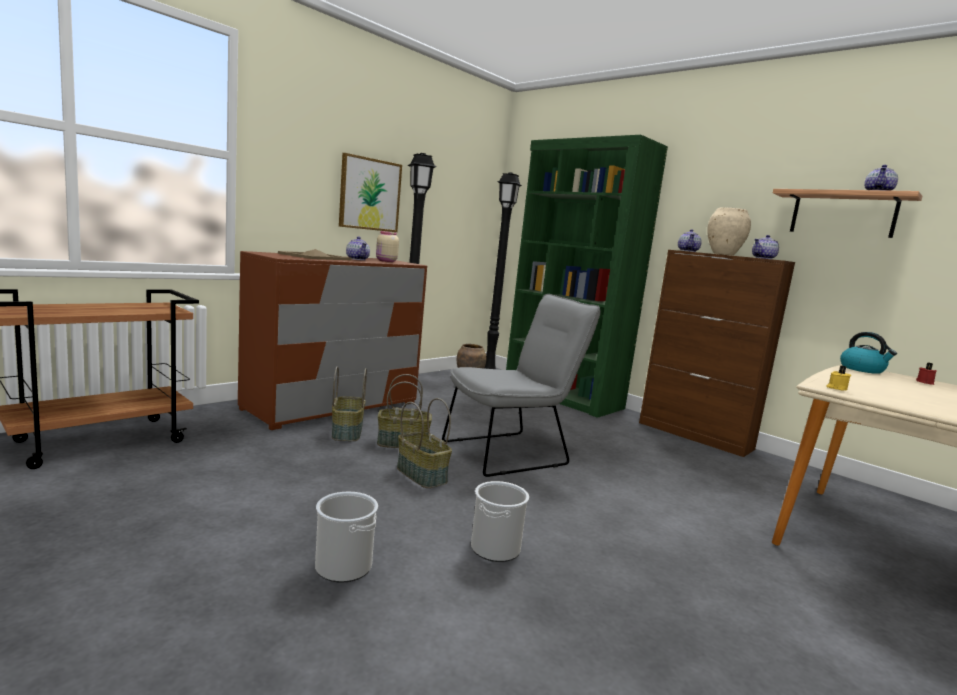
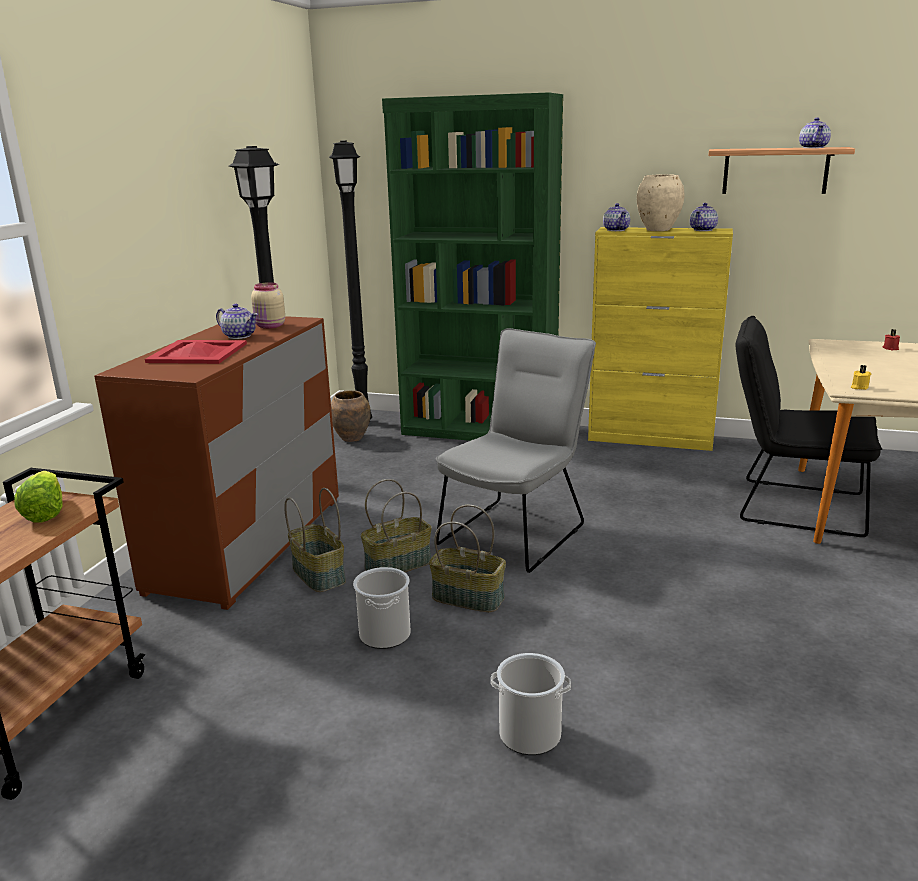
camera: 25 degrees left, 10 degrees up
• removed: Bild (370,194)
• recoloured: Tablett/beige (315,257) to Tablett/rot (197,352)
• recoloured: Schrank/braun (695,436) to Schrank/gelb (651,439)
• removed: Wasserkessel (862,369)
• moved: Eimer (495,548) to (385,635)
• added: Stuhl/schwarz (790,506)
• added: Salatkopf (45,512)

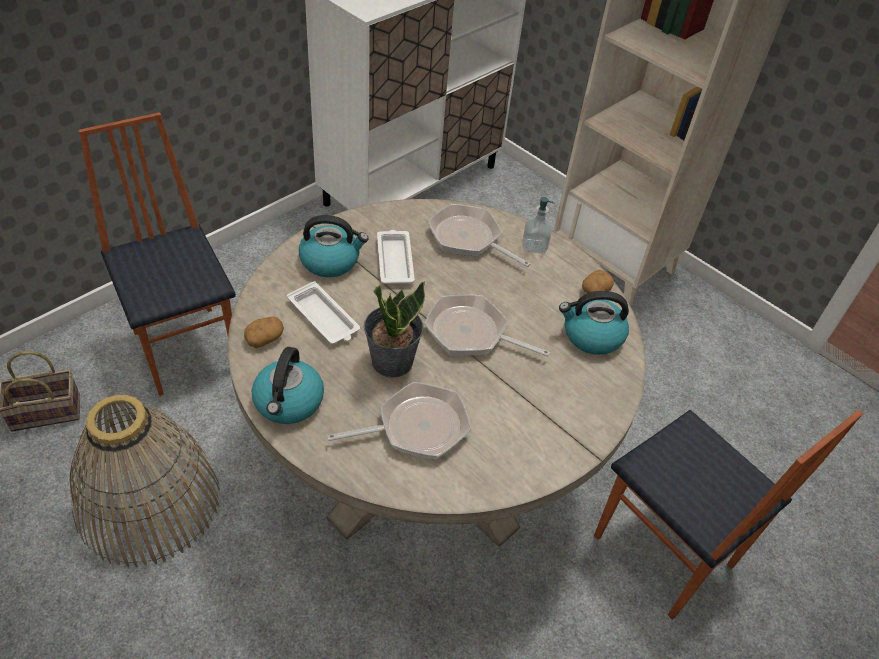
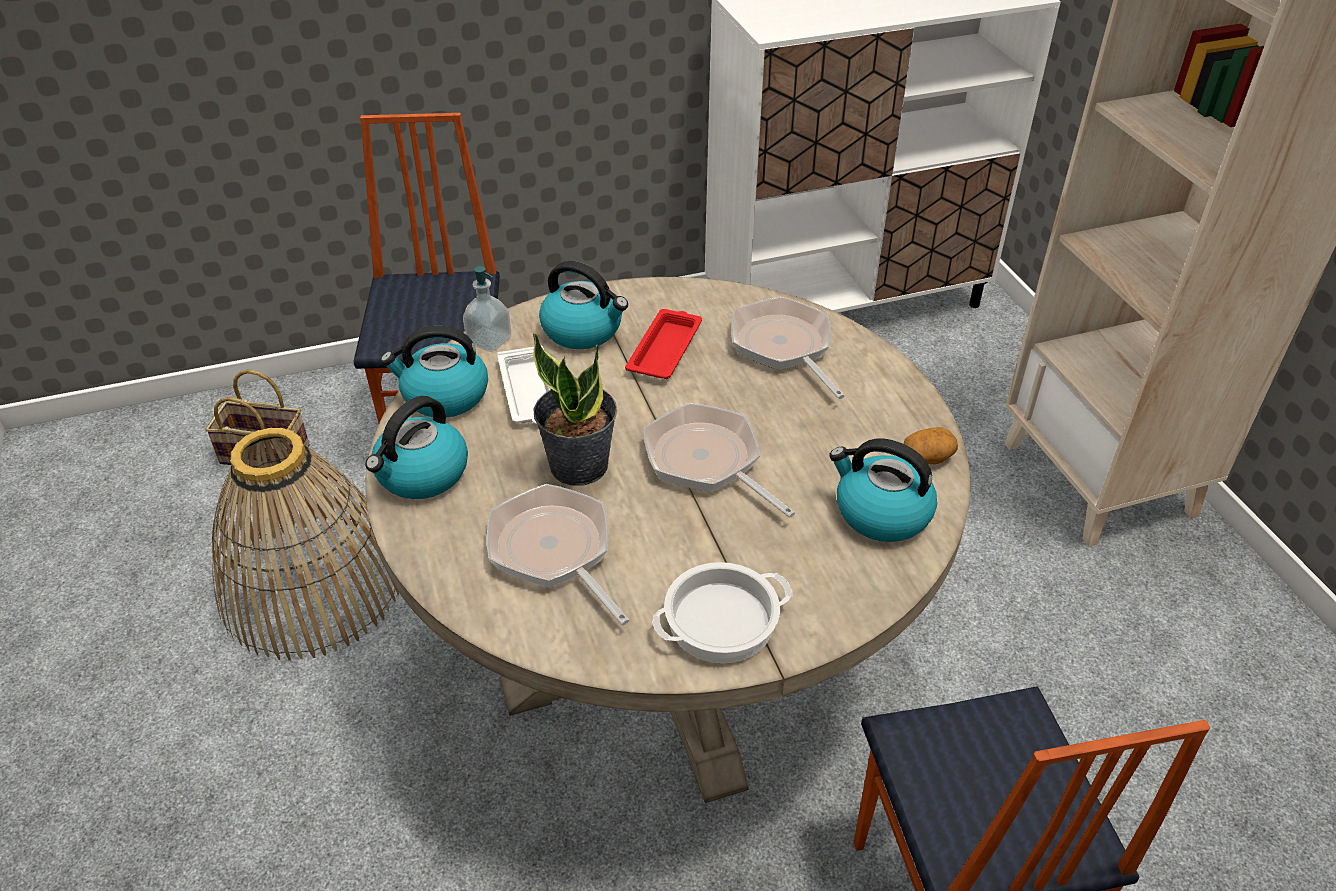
camera: 30 degrees right, 5 degrees down
• moved: Seifenspender (534,246) to (489,341)
• recoloured: Tablett/weiß (395,260) to Tablett/rot (665,349)
• replaced: Kartoffel (264,338) to Wasserkessel (444,396)
• turned: Pfanne (416,427) = (554,551) 135 degrees counterclockwise
• added: Kochtopf (721,622)

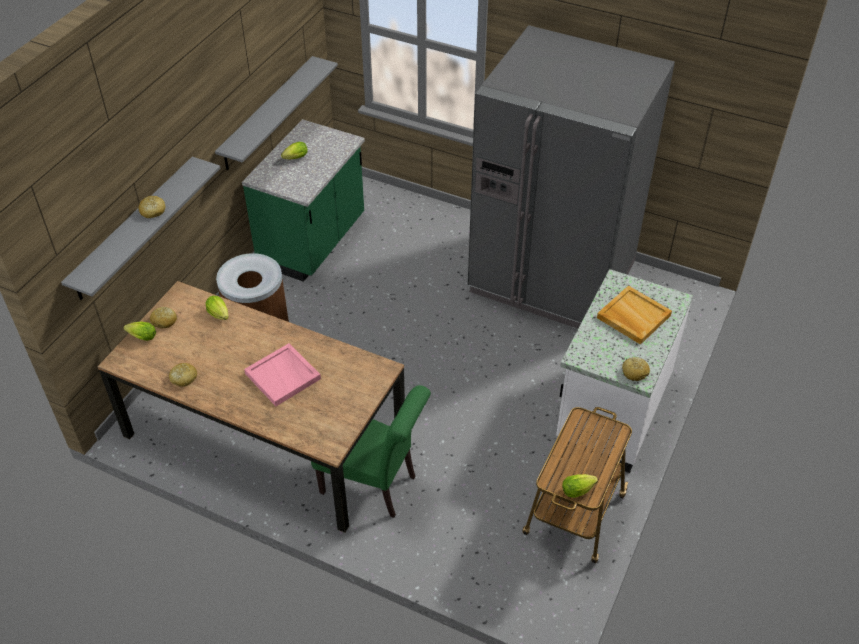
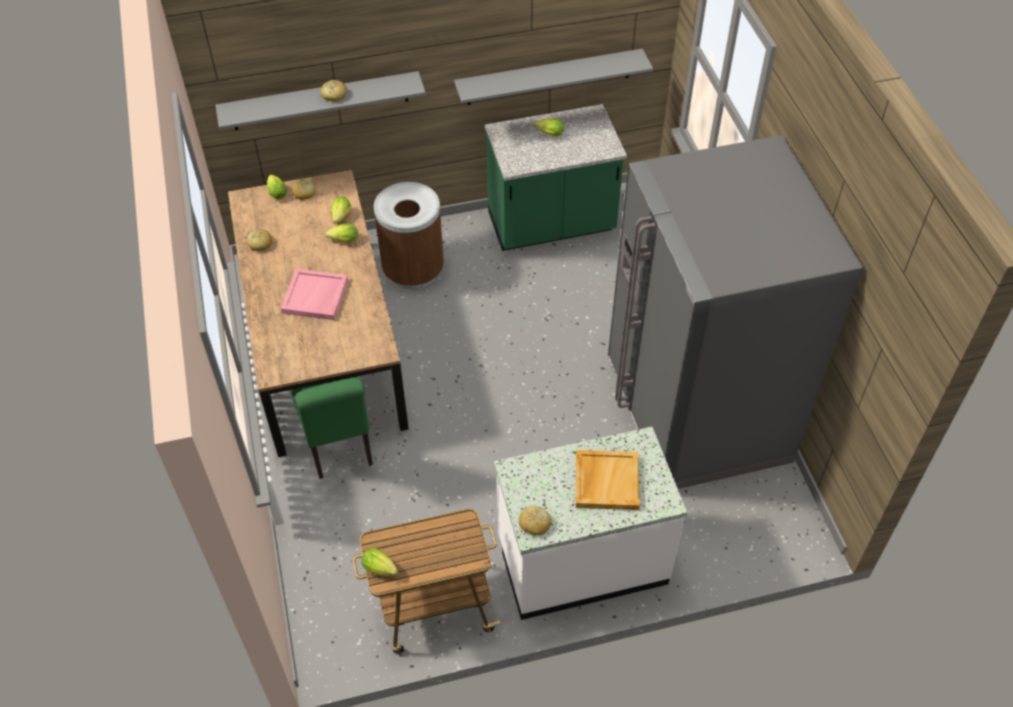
camera: 50 degrees right, 5 degrees up
• added: Salatkopf (342,240)

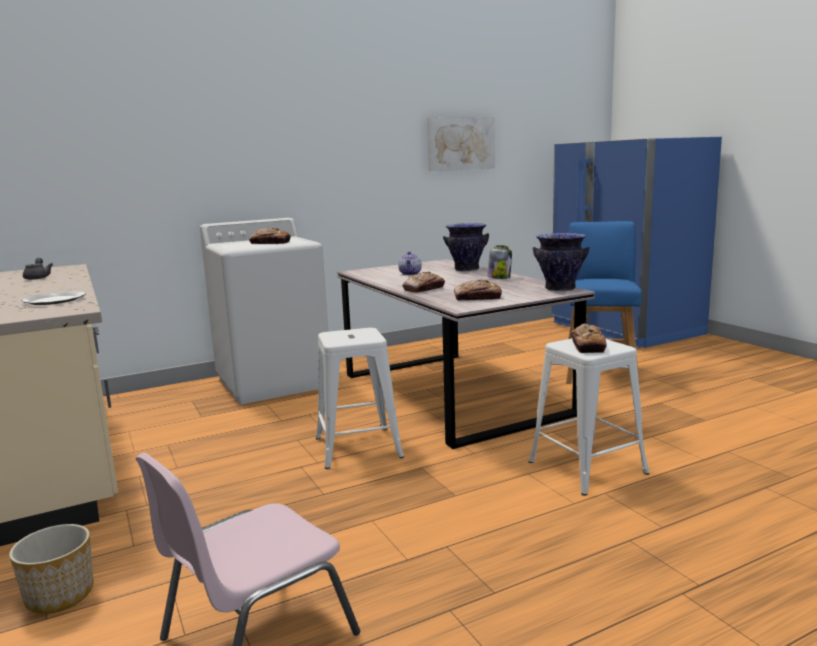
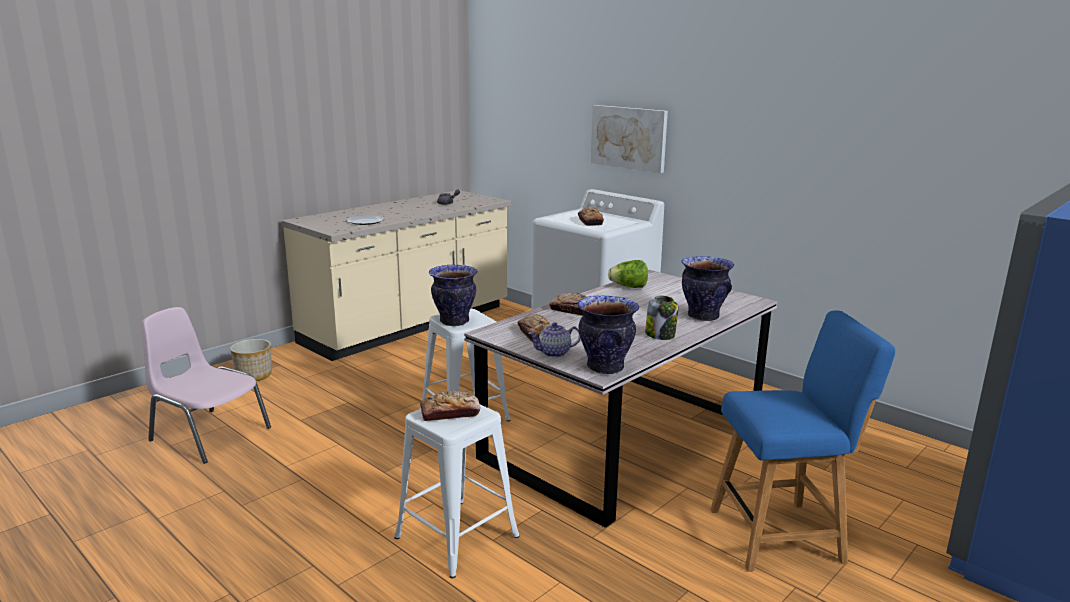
camera: 70 degrees right, 5 degrees up
• moved: Bild (460,143) to (629,137)
• moved: Teekanne (410,274) to (554,353)
• added: Salatkopf (629,287)
• added: Vase (454,321)

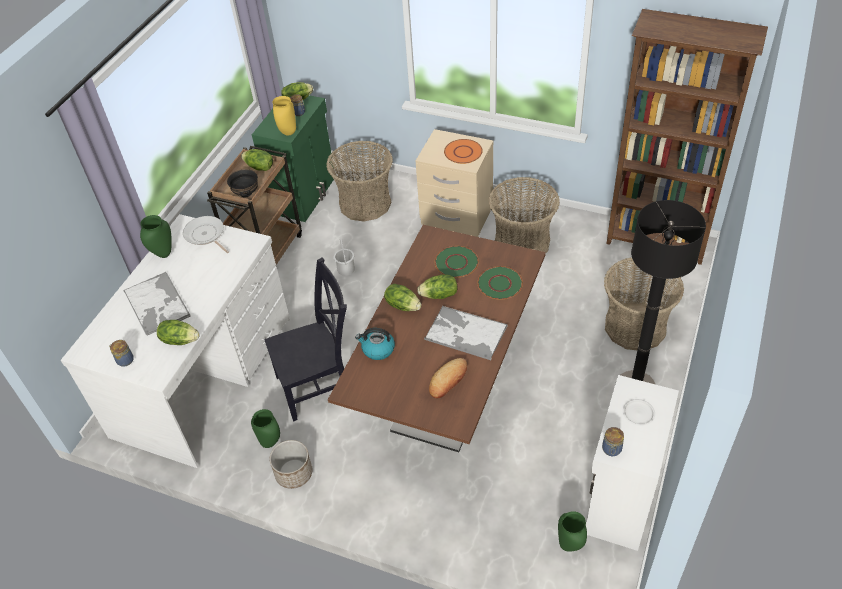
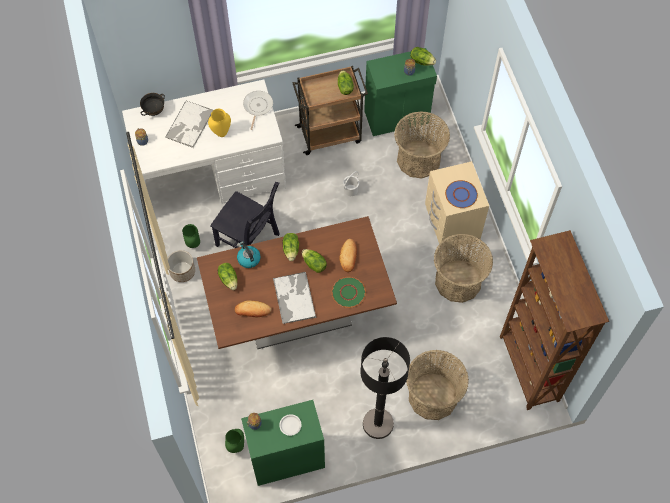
camera: 50 degrees right, 15 degrees up
• moved: Vase/gelb (288,133) to (221,133)
• recoloured: Teller/orange (463,152) to Teller/blau (461,194)
• moved: Schüssel/schwarz (246,193) to (154,111)
• removed: Vase/grün (164,254)
• replaced: Teller/grün (456,262) to Brot (348,256)
• moved: Salatkopf (180,340) to (229,279)
• recoloured: Schrank/weiß (619,500) to Schrank/grün (286,458)

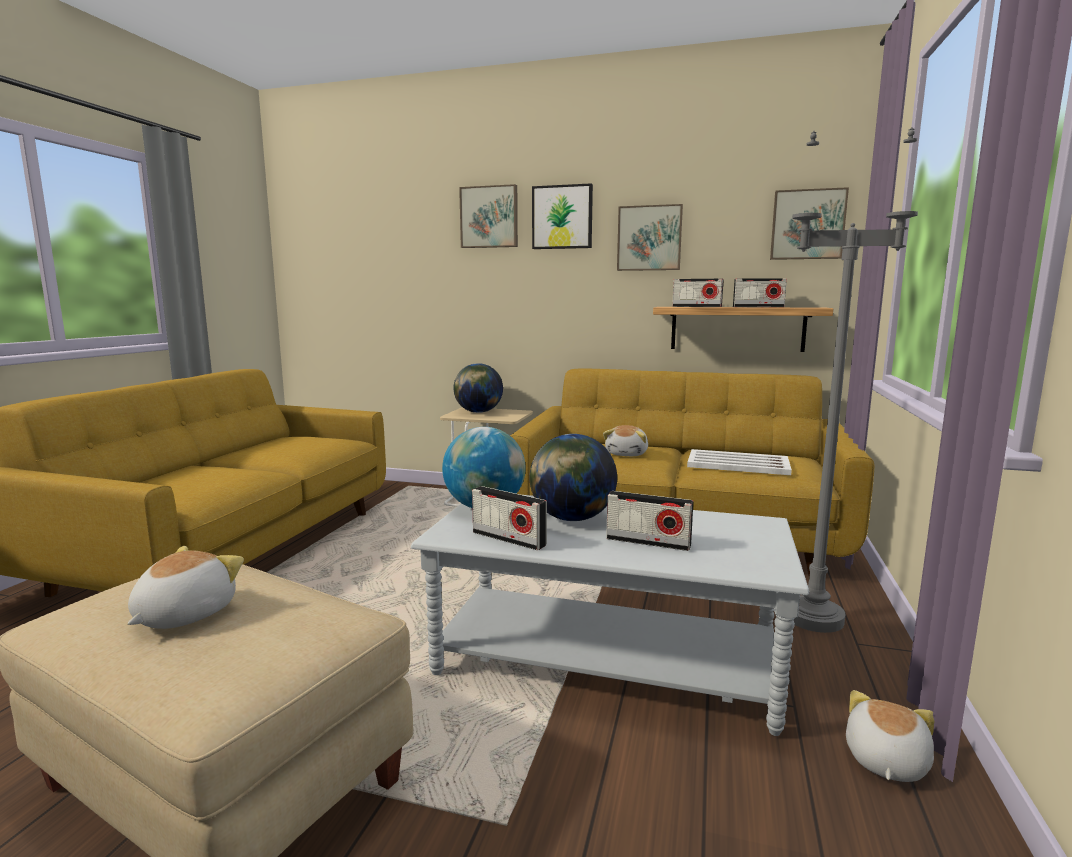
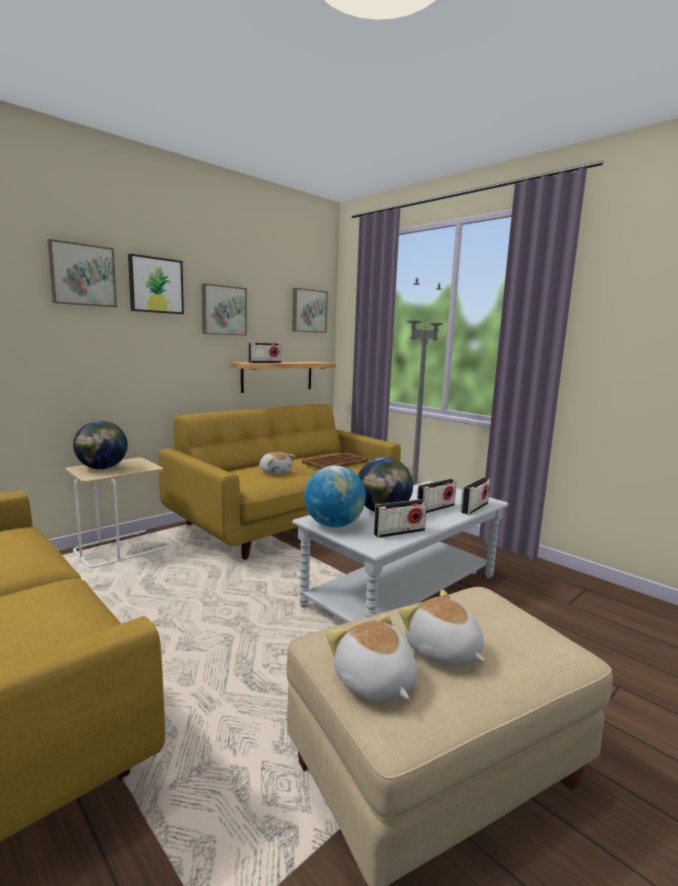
camera: 60 degrees left, 0 degrees up
• moved: Radio (758,307) to (474,508)
• recoloured: Tablett/weiß (739,464) to Tablett/braun (336,462)
• moved: Plüschtier (884,761) to (374,682)

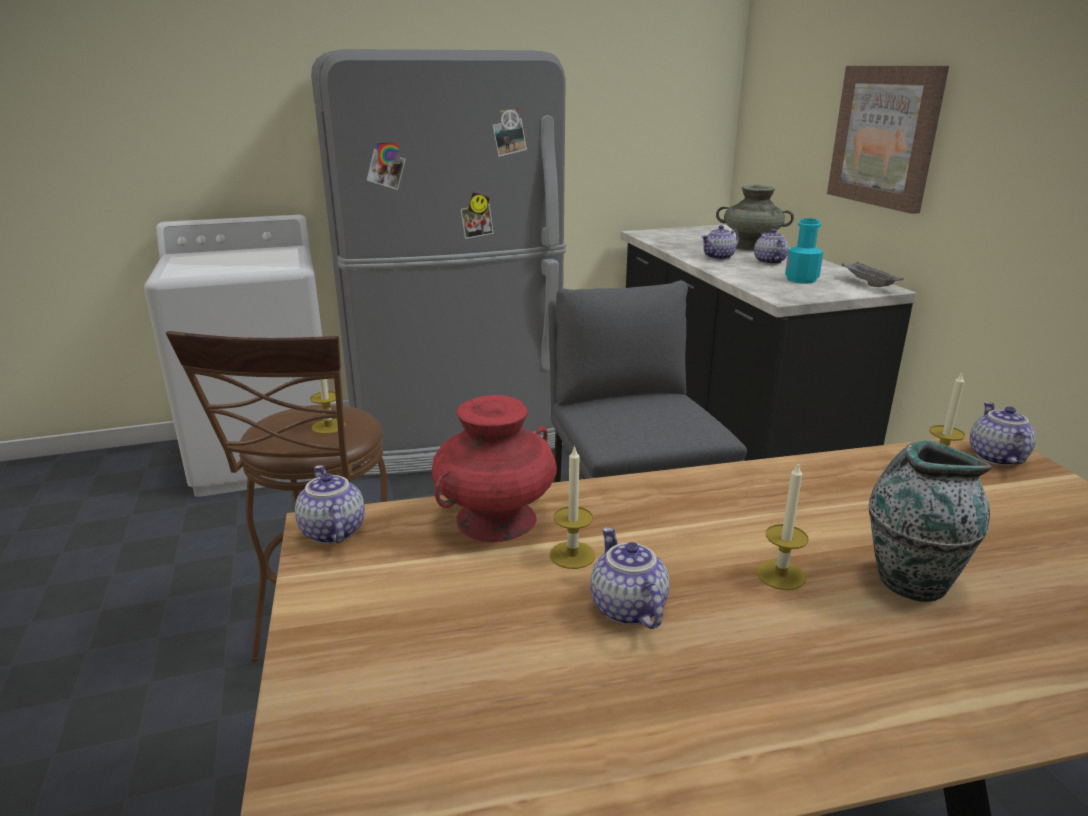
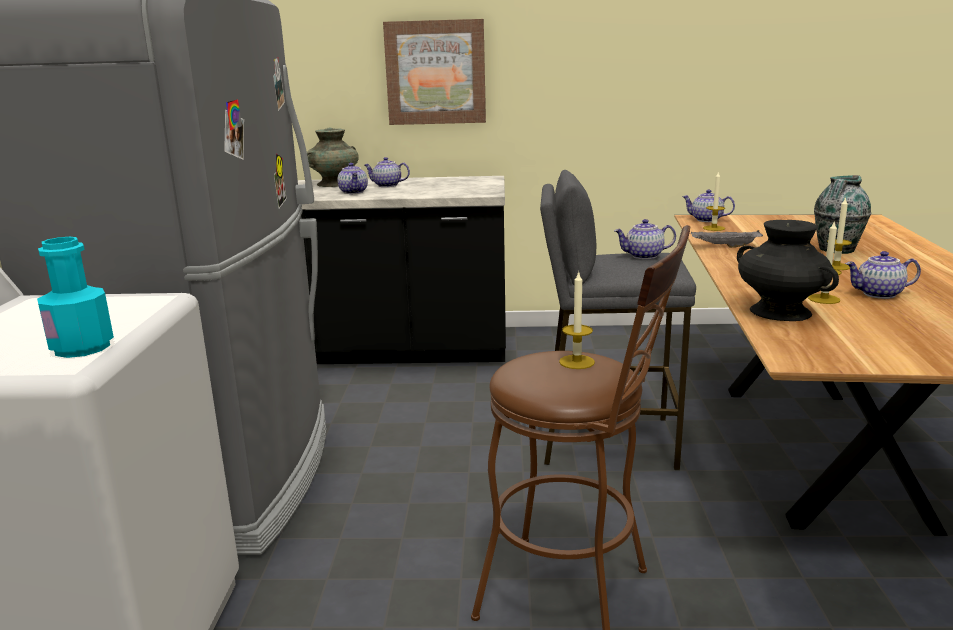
camera: 70 degrees left, 5 degrees down
• moved: Flasche/türkis (801,279) to (82,347)
• moved: Tablett/grau (868,284) to (725,247)
• recoloured: Vase/rot (497,519) to Vase/schwarz (779,311)
• moved: Teekanne (331,531) to (644,256)

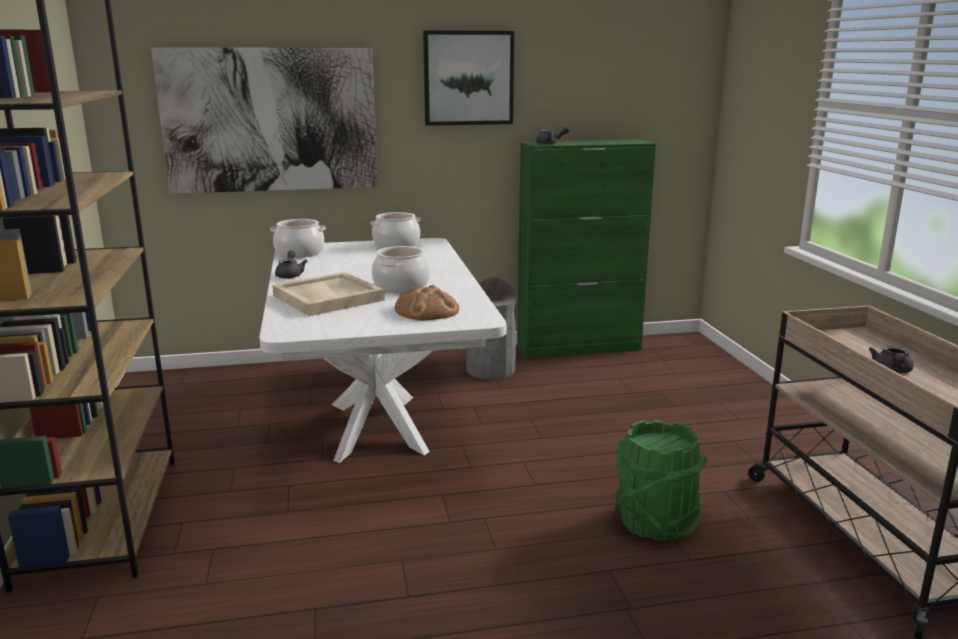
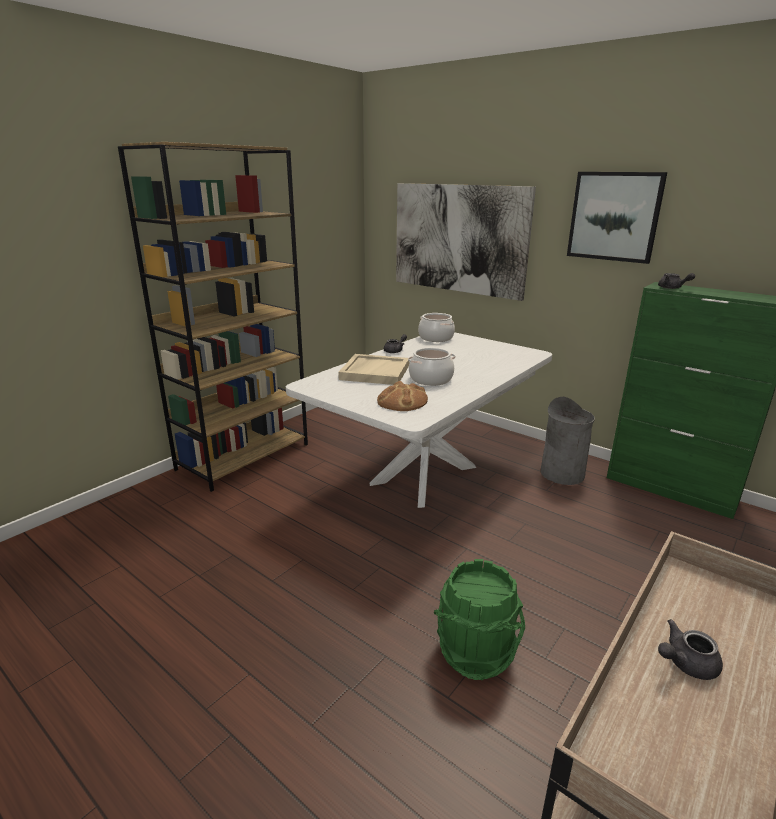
camera: 50 degrees right, 5 degrees up
• removed: Kochtopf (396,245)

